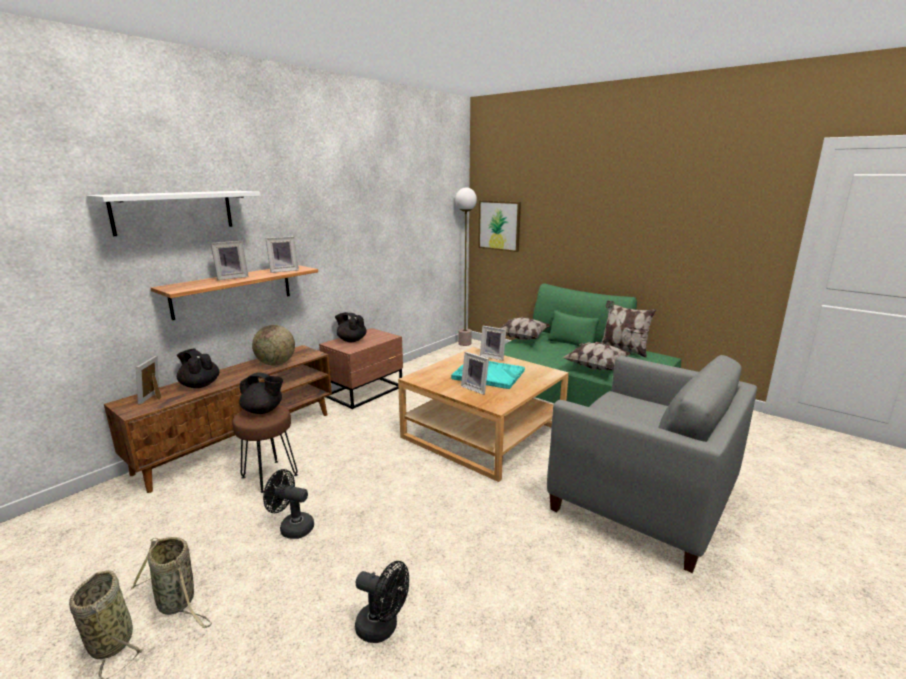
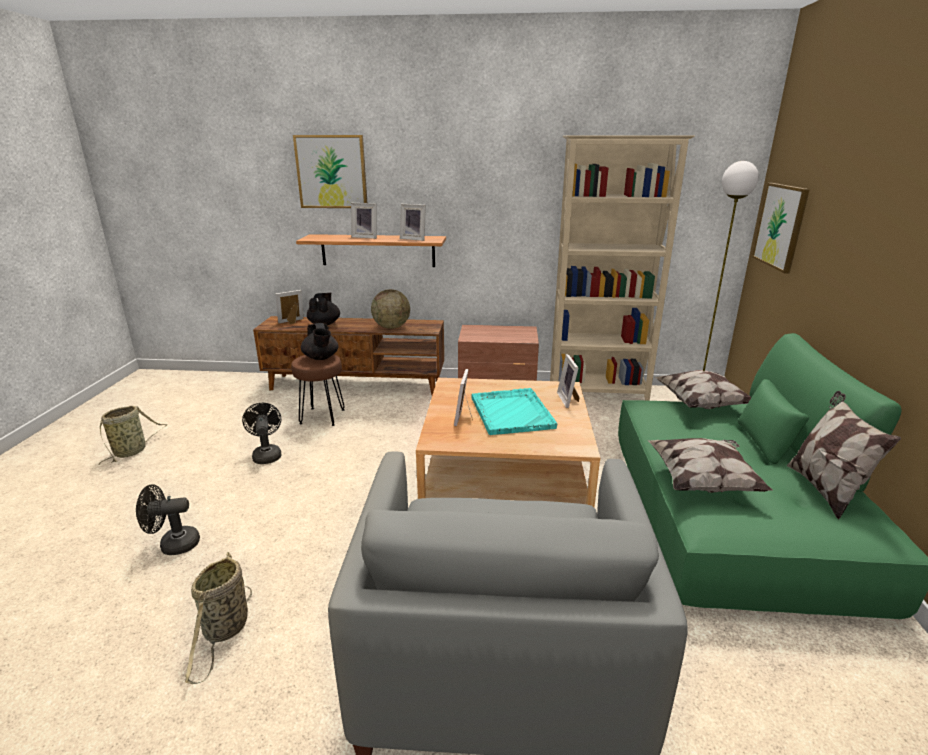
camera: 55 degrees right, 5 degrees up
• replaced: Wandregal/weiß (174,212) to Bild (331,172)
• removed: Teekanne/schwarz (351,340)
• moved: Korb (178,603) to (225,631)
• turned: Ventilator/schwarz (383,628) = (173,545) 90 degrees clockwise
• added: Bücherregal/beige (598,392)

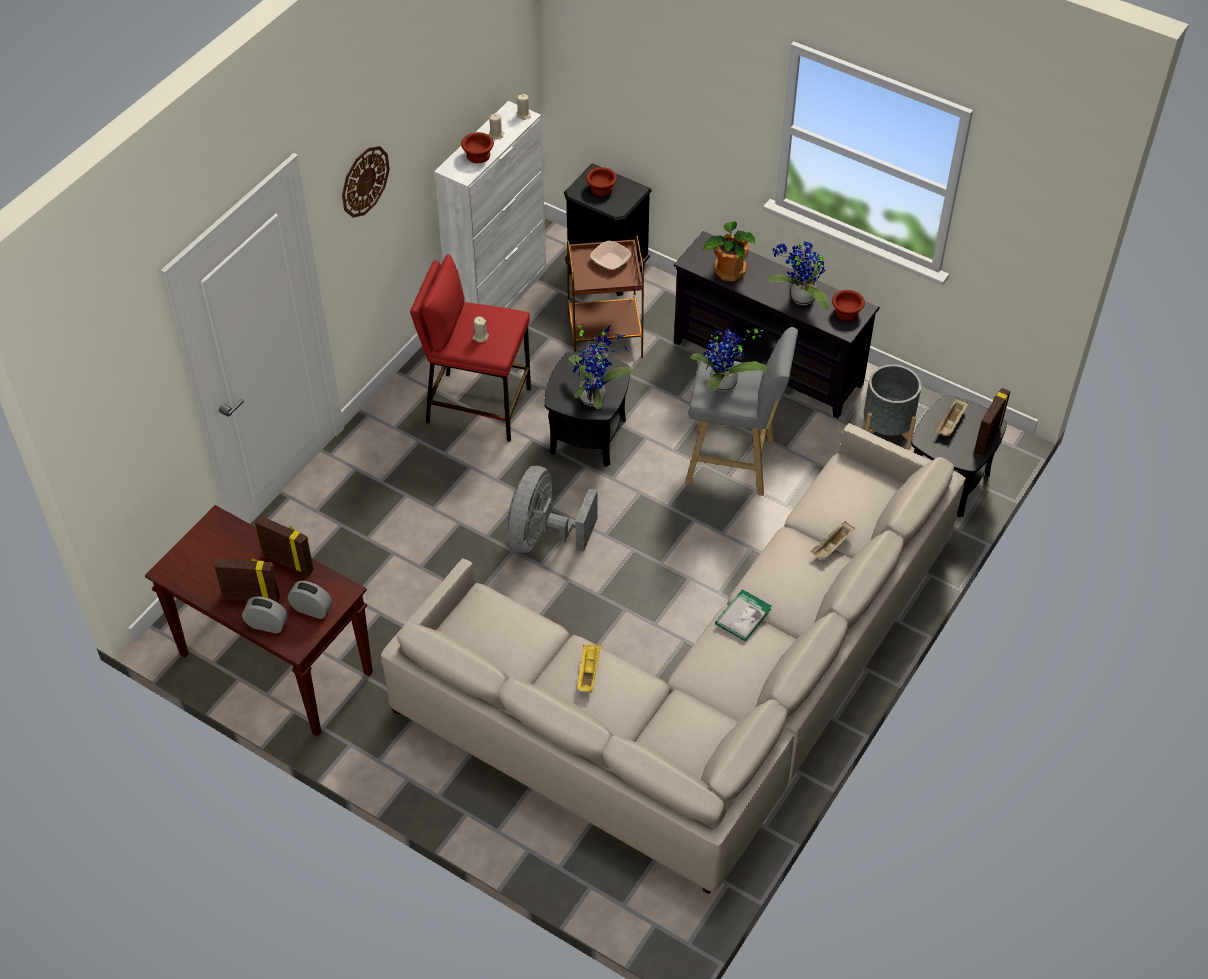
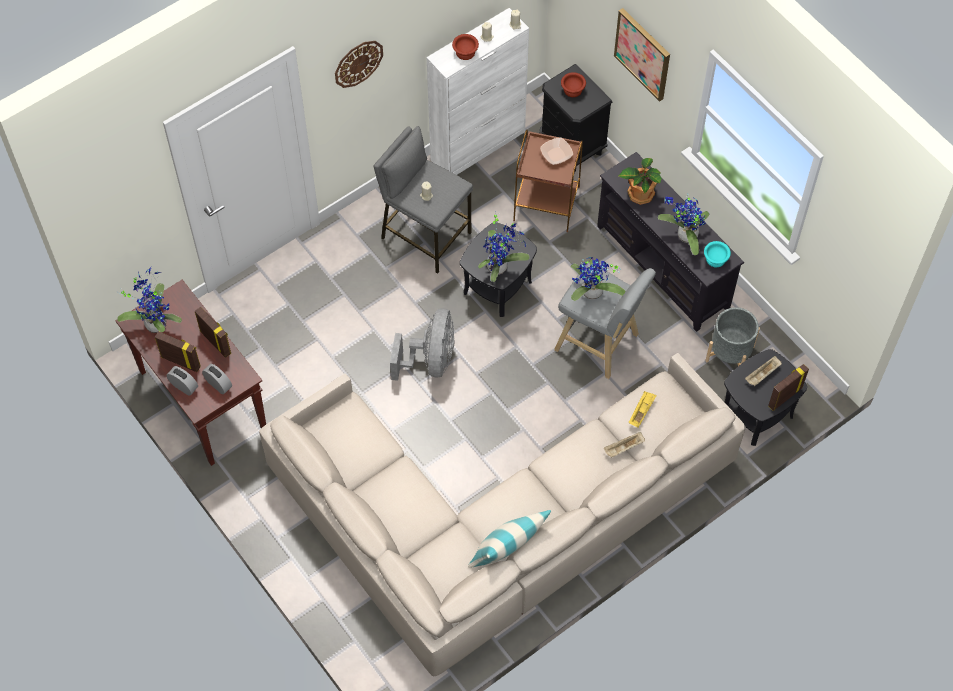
camera: 20 degrees right, 10 degrees up
• recoloured: Hocker/rot (478,405) to Hocker/grau (425,235)
• recoloured: Schüssel/braun (846,313) to Schüssel/türkis (715,260)
• turned: Ventilator/grau (543,536) = (430,360) 150 degrees clockwise
• removed: Buch (743,616)
• moved: Tablett/gelb (588,672) to (641,411)
• added: Bild (643,53)
• added: Topfpflanze (155,322)
• added: Kissen (507,552)

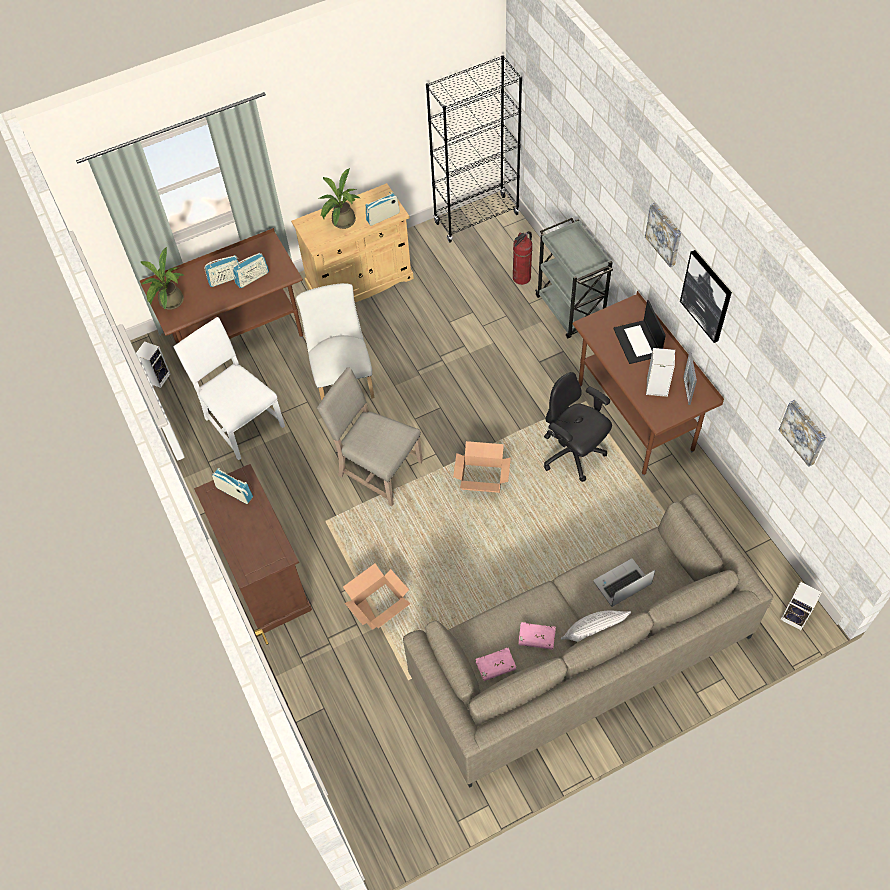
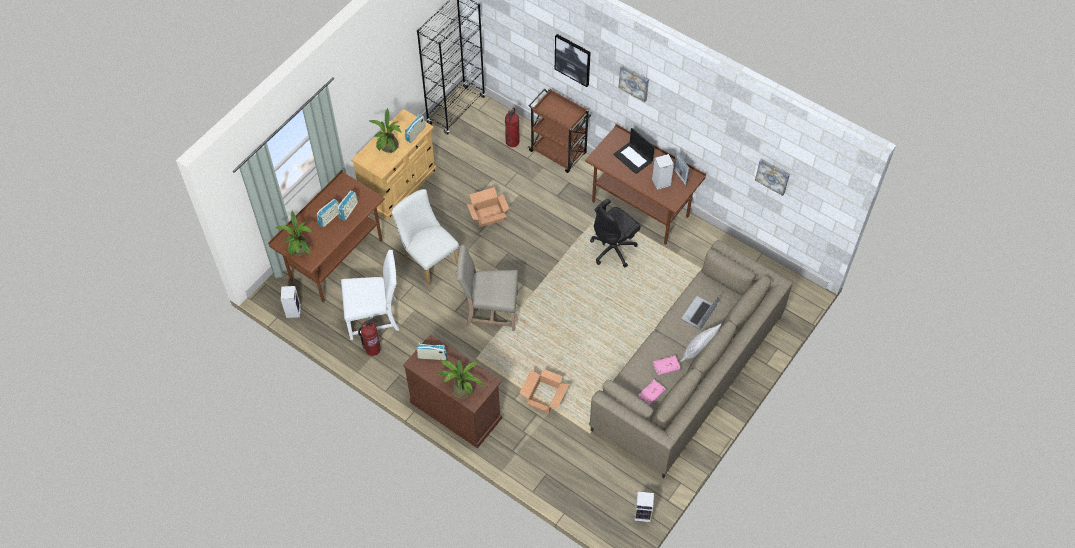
camera: 30 degrees left, 0 degrees up
• recoloured: Rollwagen/grau (570,311) to Rollwagen/braun (559,153)
• moved: Bild (706,296) to (573,59)
• turned: Stuhl/weiß (241,422) = (375,317) 150 degrees clockwise
• turned: Bürostuhl/schwarz (573,454) = (614,249) 60 degrees counterclockwise
• moved: Karton (481,478) to (488,215)
• moved: Lautsprecher (795,617) to (643,514)
• added: Feuerlöscher (373,349)
• added: Topfpflanze (460,388)

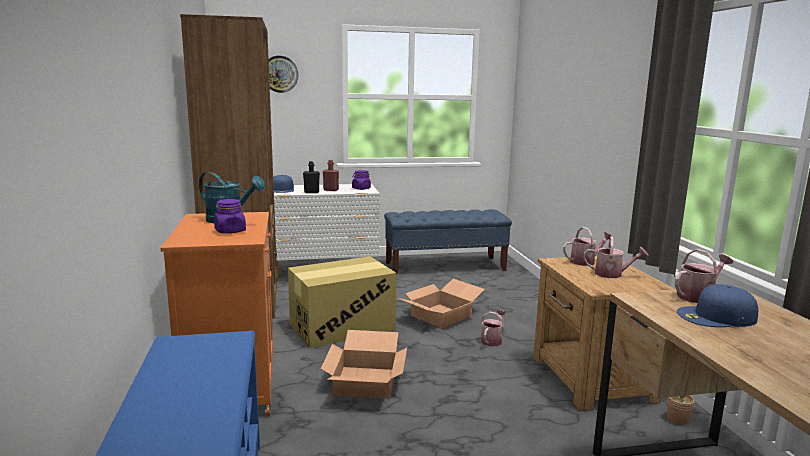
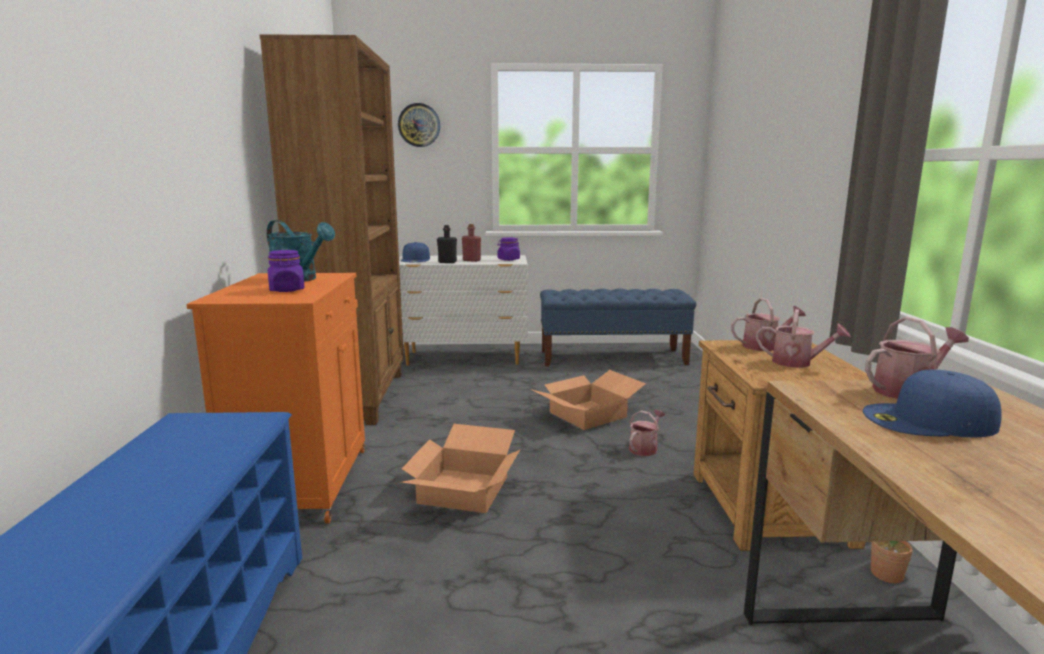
camera: 10 degrees right, 0 degrees up
• removed: Karton (342,327)

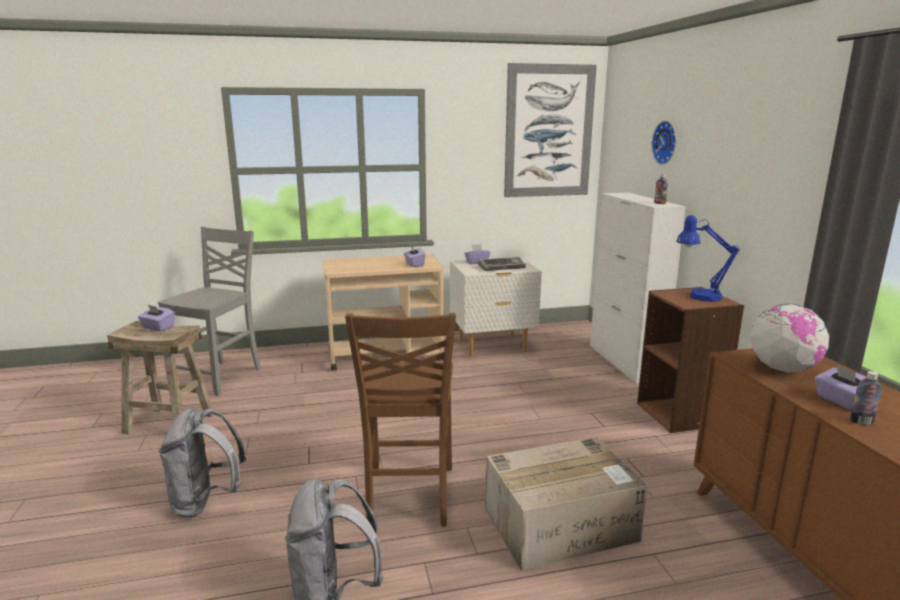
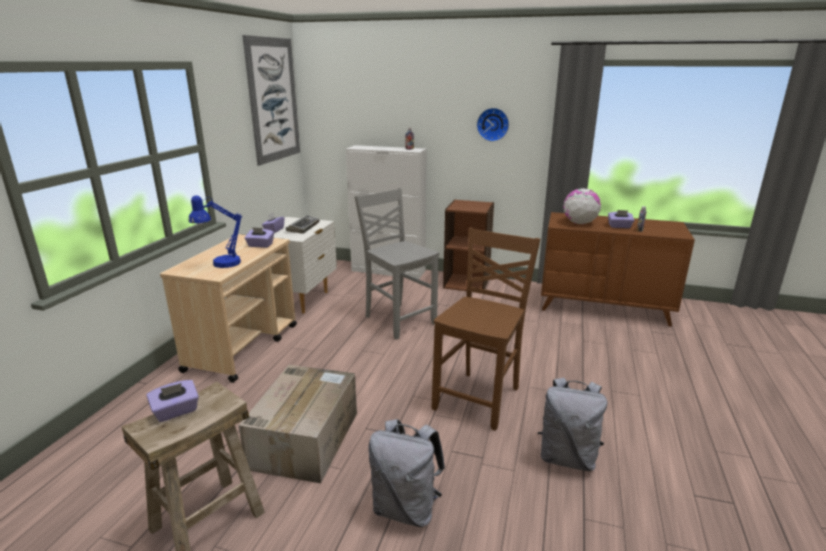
camera: 60 degrees left, 5 degrees up
• moved: Wanduhr (666,142) to (493,124)
• moved: Tischlampe/blau (698,296) to (221,264)
• moved: Stuhl/grau (220,377) to (398,320)
• turned: Stuhl/braun (408,497) = (479,398) 90 degrees counterclockwise
• moved: Karton (561,523) to (305,438)

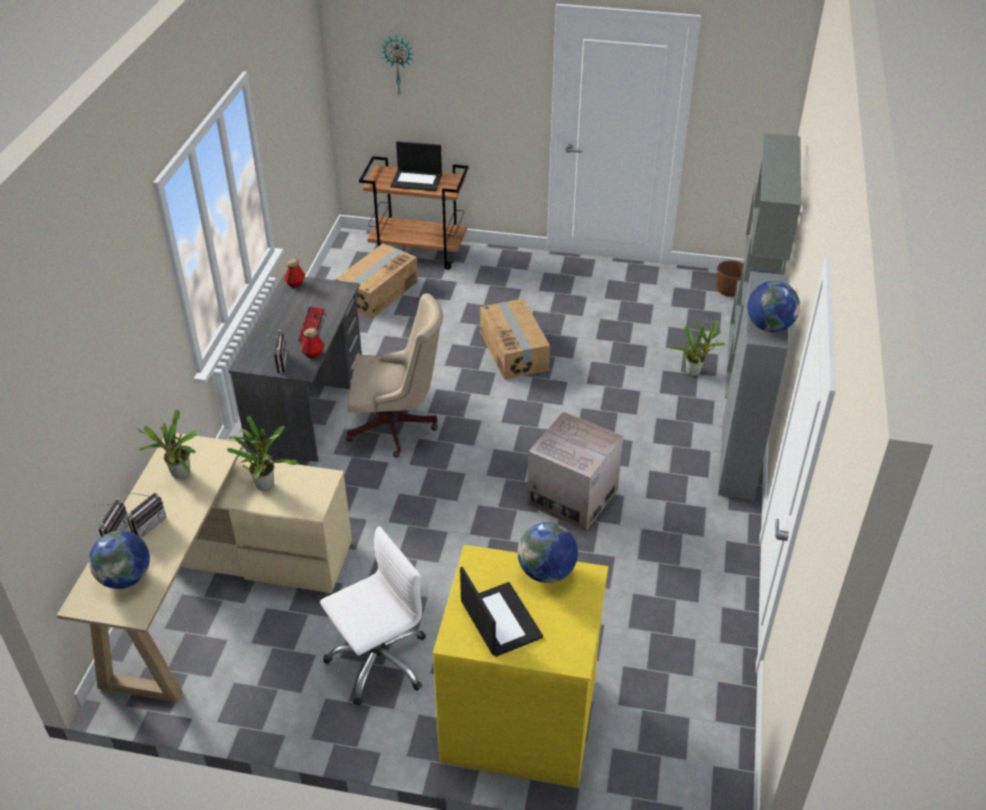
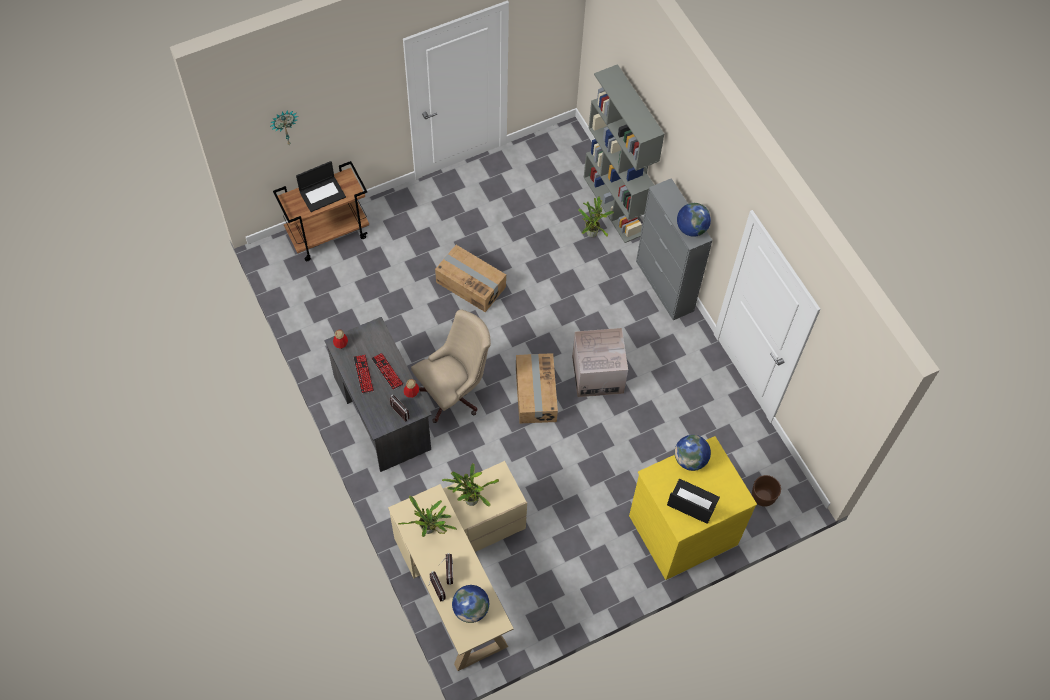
camera: 40 degrees left, 20 degrees up
• moved: Karton (377,292) to (535,394)
• moved: Pflanzkübel/braun (729,292) to (763,497)
• removed: Bürostuhl/weiß (378,661)
• added: Tastatur (363,374)

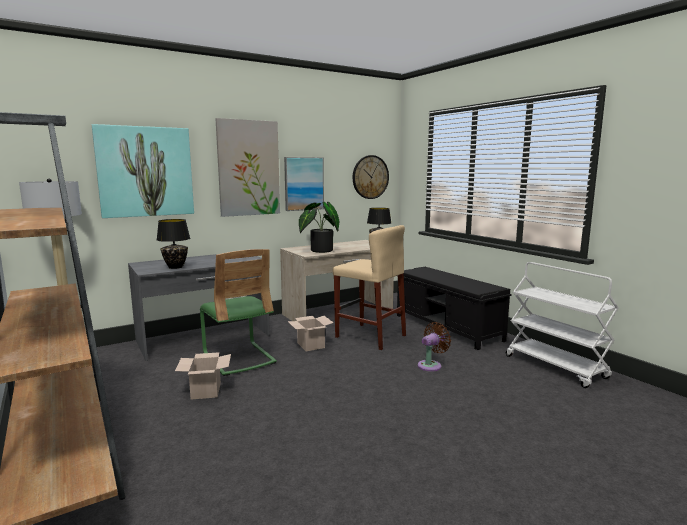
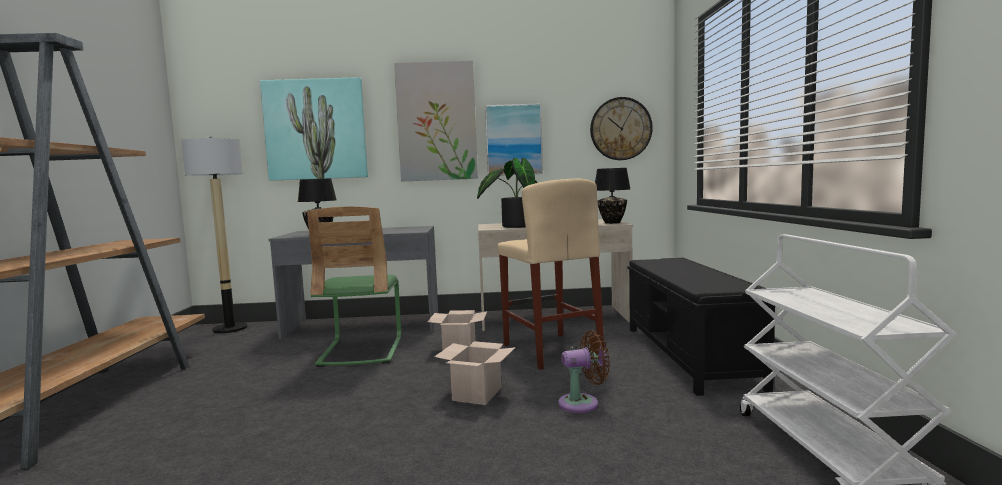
camera: 30 degrees right, 5 degrees down
• moved: Karton (205,390) to (477,393)

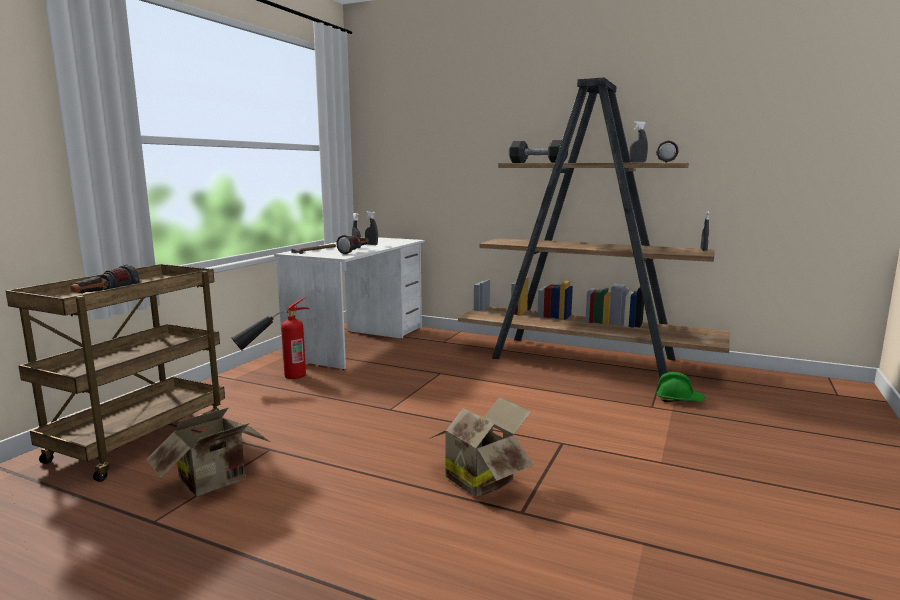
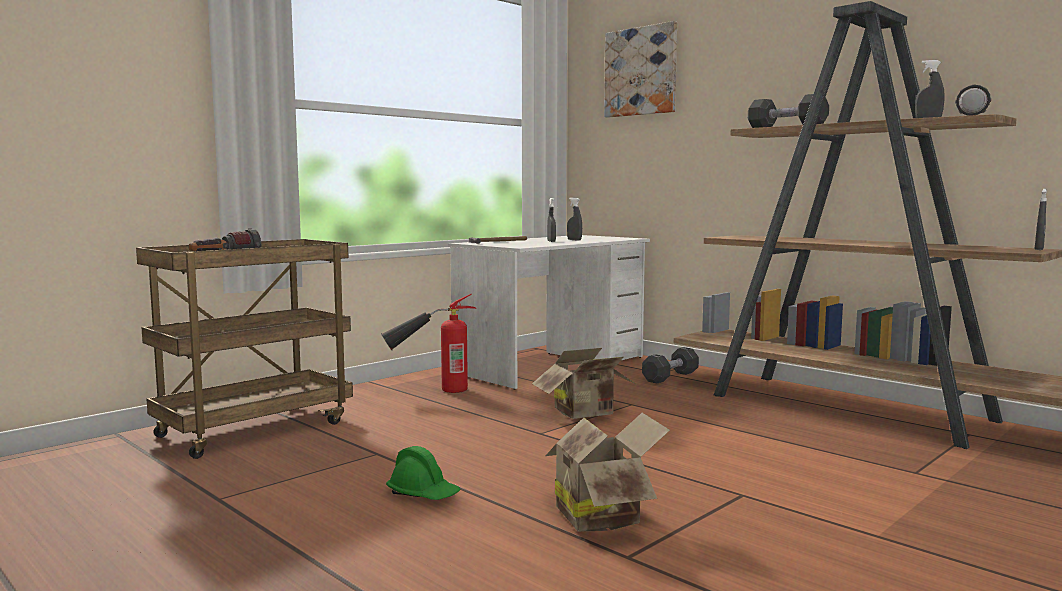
camera: 20 degrees right, 5 degrees down
• removed: Taschenlampe (355,252)
• moved: Schutzhelm/grün (679,399) to (423,494)
• moved: Karton (216,481) to (587,414)
• added: Bild (641,71)
• added: Hantel/schwarz (670,377)

